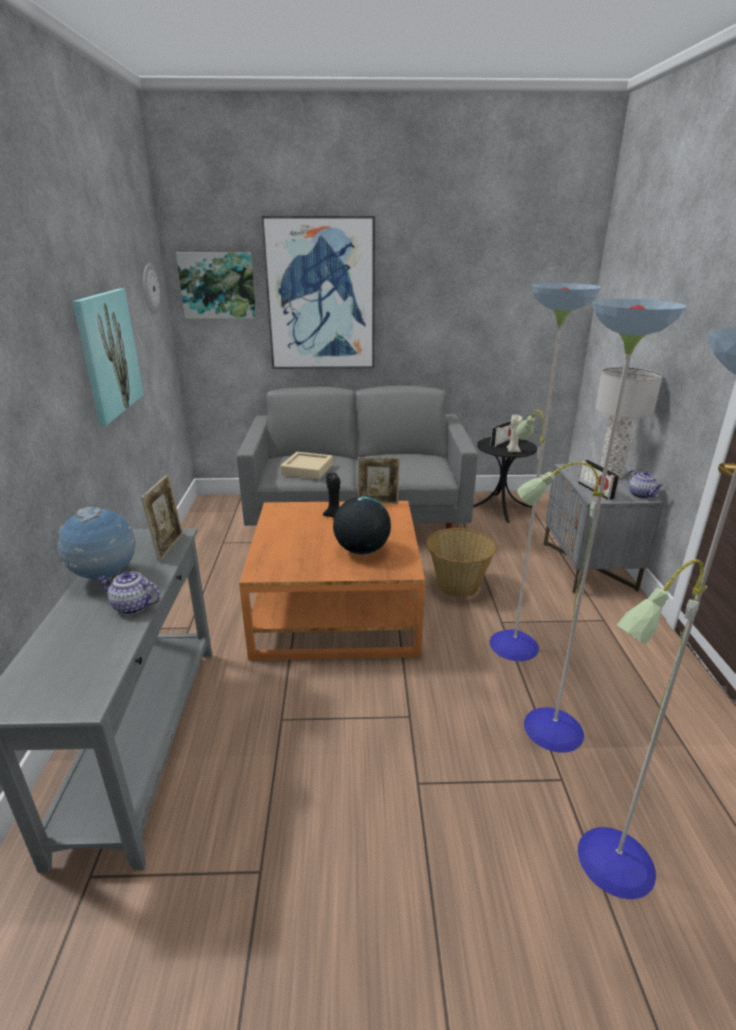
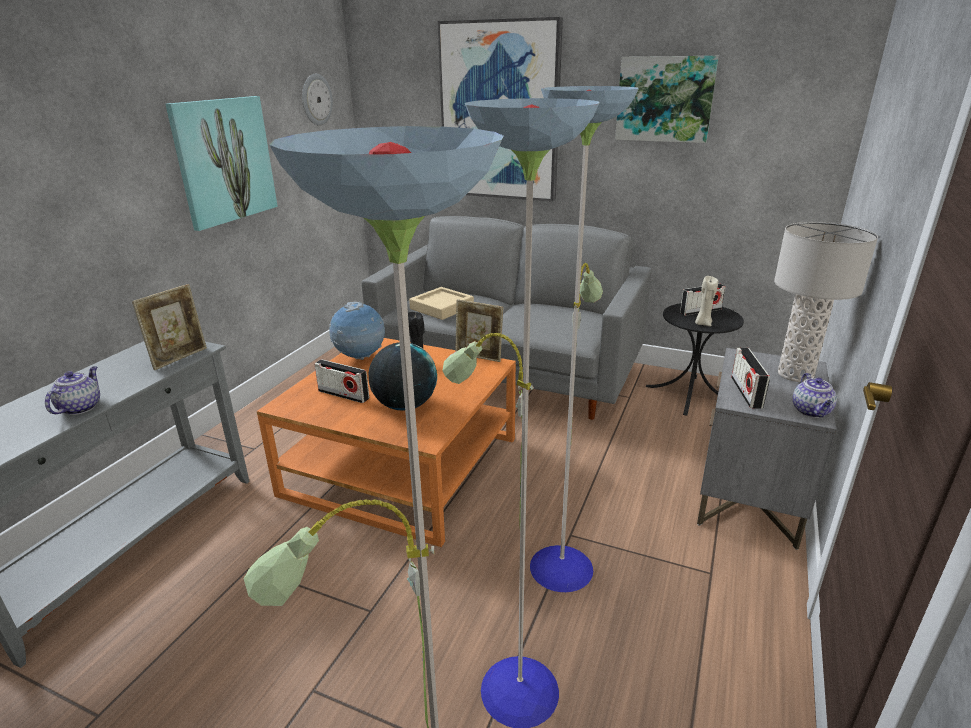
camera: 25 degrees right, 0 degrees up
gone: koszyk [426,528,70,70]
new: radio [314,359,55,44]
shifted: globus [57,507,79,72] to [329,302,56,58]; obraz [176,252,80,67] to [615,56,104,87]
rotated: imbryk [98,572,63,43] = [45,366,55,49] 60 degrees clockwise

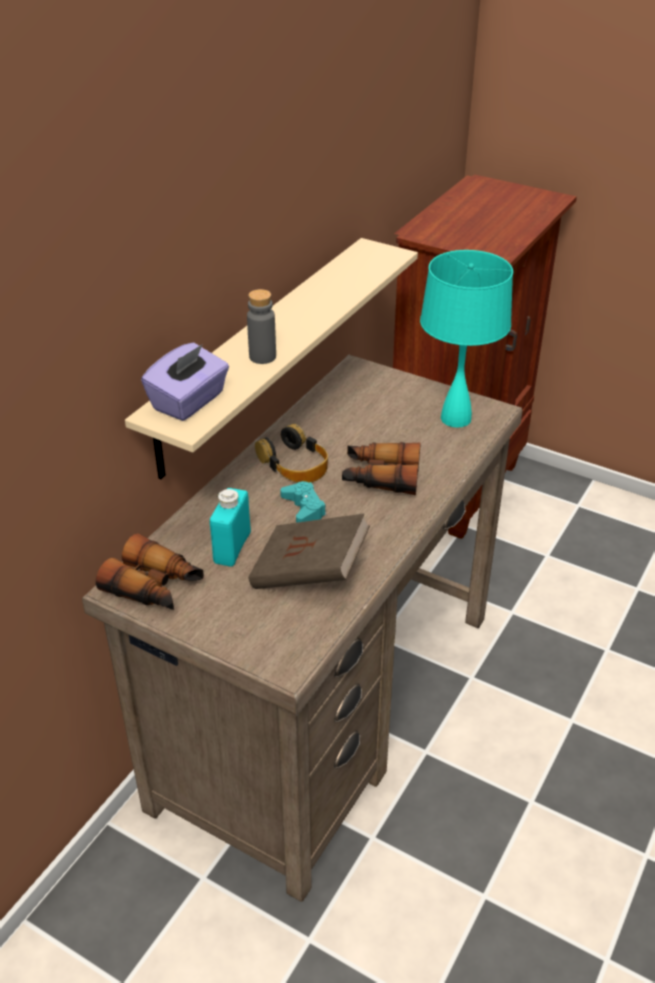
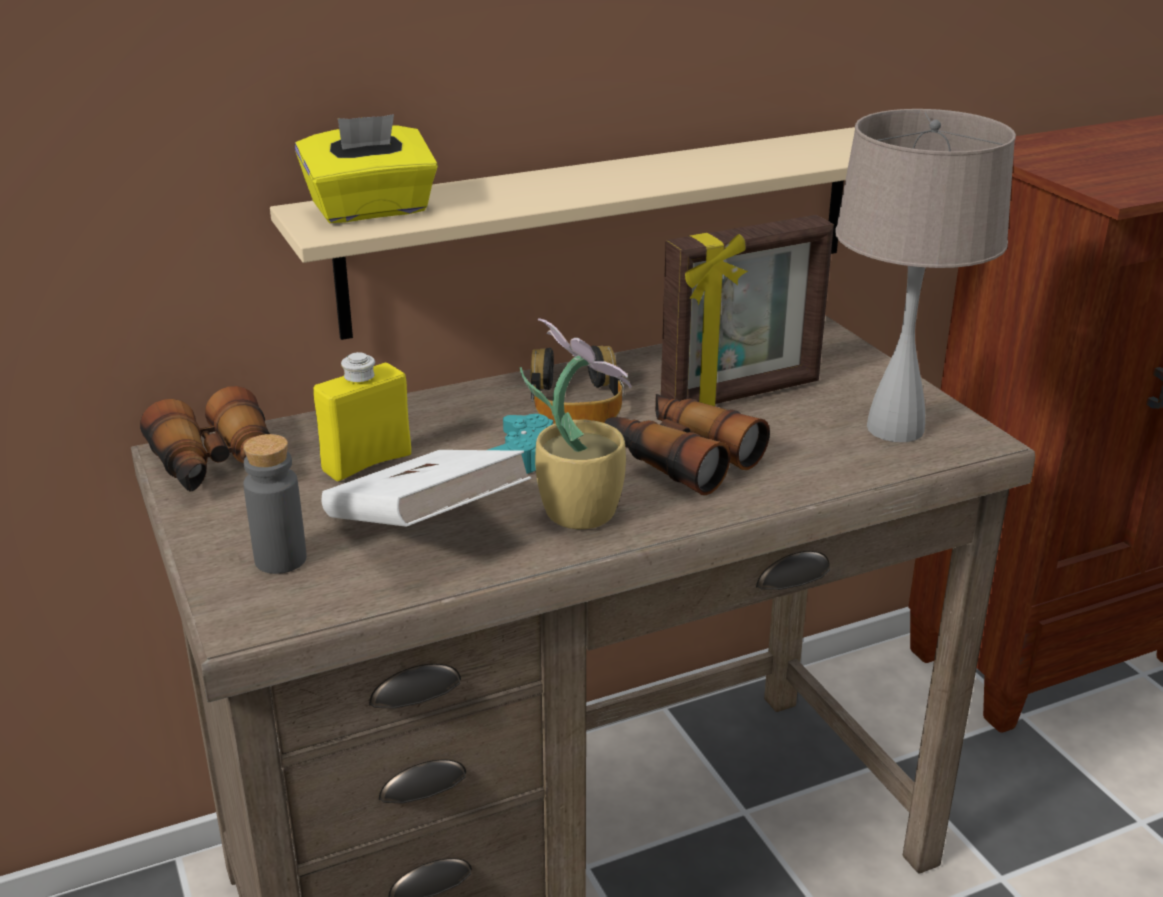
camera: 35 degrees right, 10 degrees down
new: roślina doniczkowa [520,318,112,211]; ramka na zdjęcie [661,215,173,191]
shifted: butelka/szary [247,289,29,75] to [243,434,64,140]
repainted: pudełko chusteczek/fioletowy [141,342,88,79] to pudełko chusteczek/żółty [295,114,143,109]; butelka/turkusowy [210,488,41,79] to butelka/żółty [313,352,98,129]; książka/brązowy [248,514,122,75] to książka/biały [322,450,209,77]; lampa stołowa/turkusowy [420,250,93,178] to lampa stołowa/beżowy [835,109,181,333]

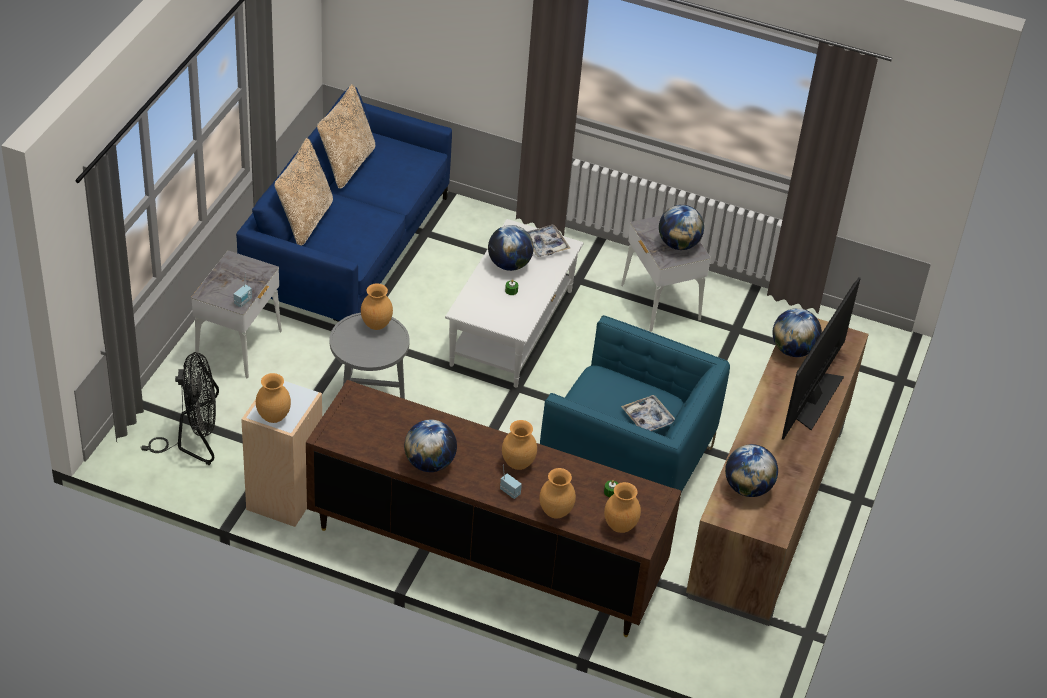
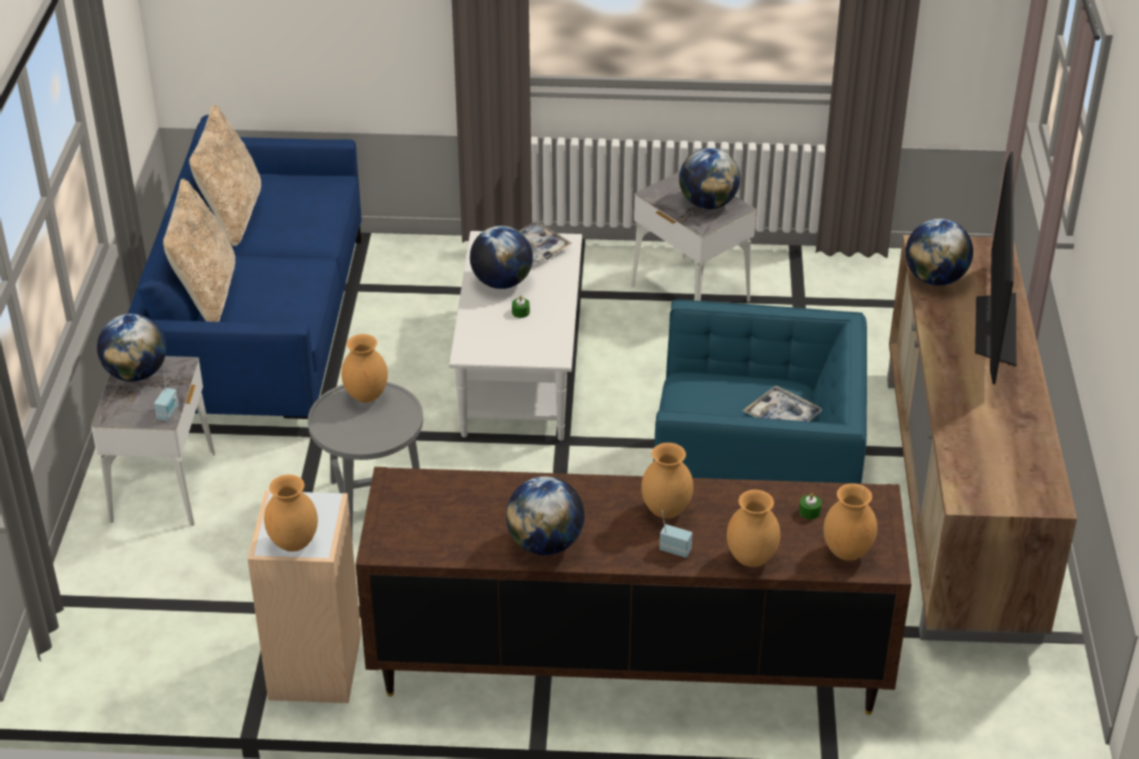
camera: 15 degrees left, 5 degrees down
gone: wentylator/czarny [140,352,79,113]
shifted: globus [725,444,53,53] to [97,313,70,69]

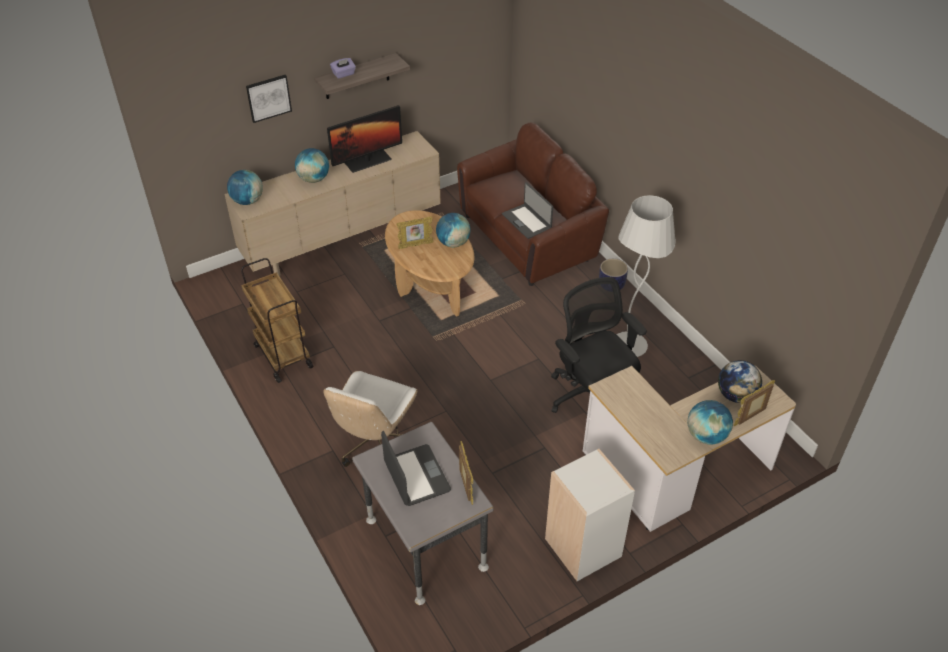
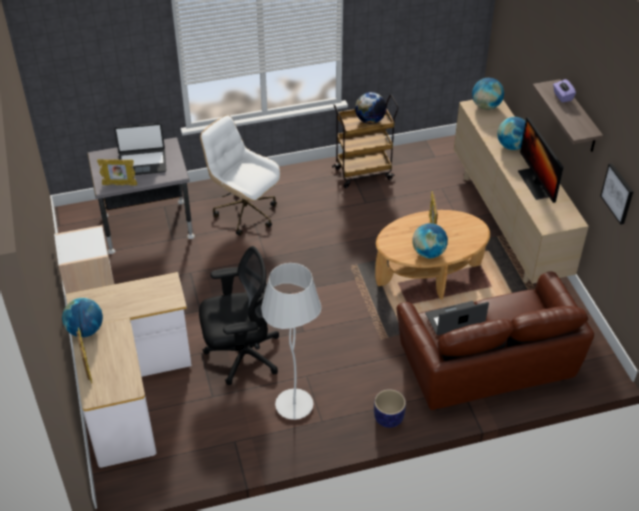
camera: 105 degrees right, 0 degrees up
shifted: globus [718,360,44,43] to [355,92,32,32]; obraz [246,75,46,48] to [600,163,33,62]

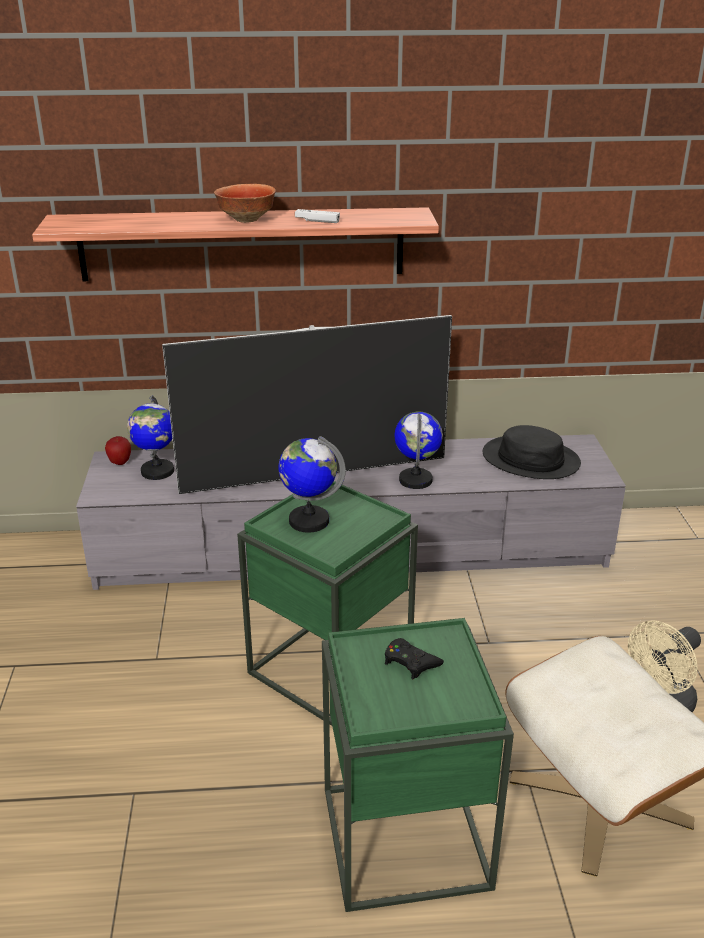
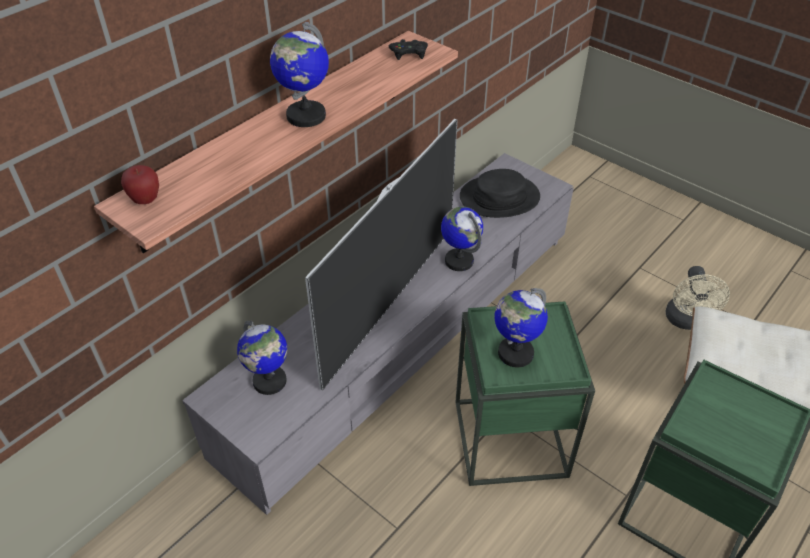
camera: 45 degrees left, 15 degrees up
gone: pad do gier/biały [295,209,45,14]
shifted: jabłko [105,436,26,29] to [121,165,38,39]; pad do gier/czarny [385,638,59,41] to [389,39,39,21]
swapped: miska [214,184,62,39] to globus [270,22,59,105]

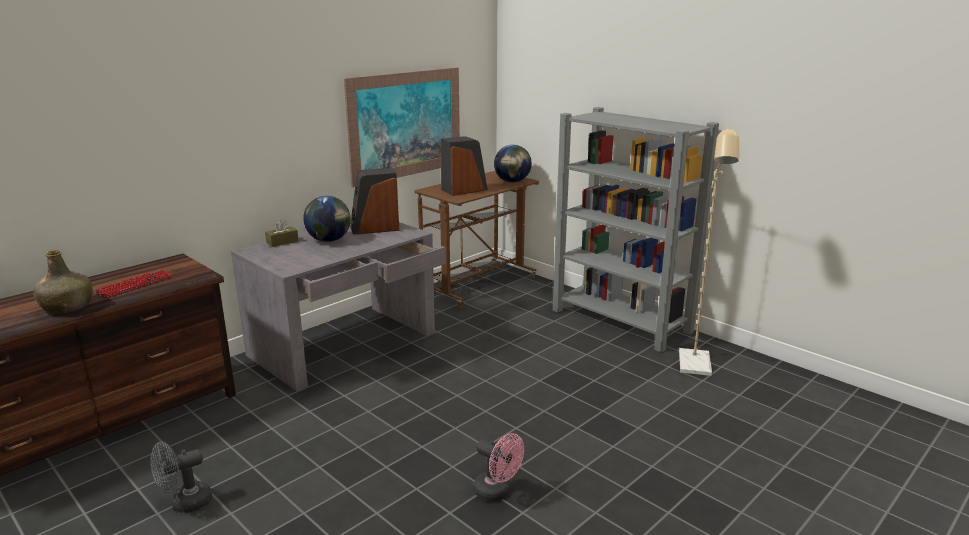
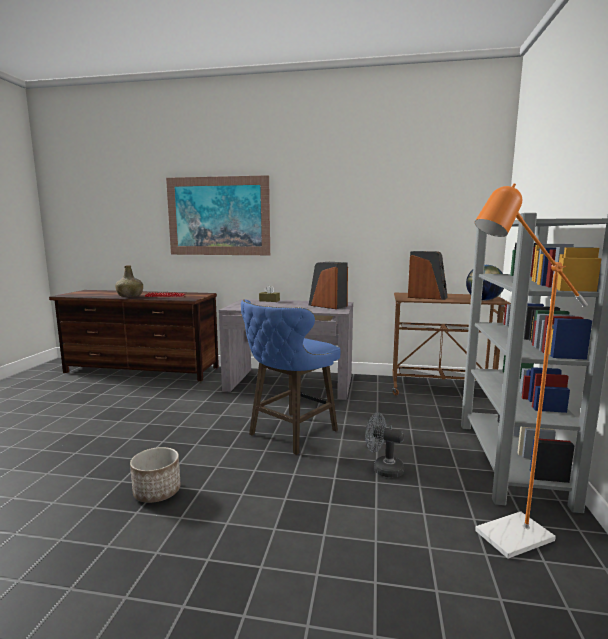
camera: 55 degrees right, 10 degrees down
gone: globus [303,196,48,46]
new: stołek/niebieski [241,299,100,156]
shifted: obraz [344,67,116,120] to [166,175,104,80]; wentylator/szary [151,442,61,71] to [365,412,39,66]
swapped: wentylator/różowy [473,433,51,69] to donica [130,447,51,56]
repainted: lampa stojąca/beżowy [679,126,60,250] to lampa stojąca/pomarańczowy [475,183,113,376]

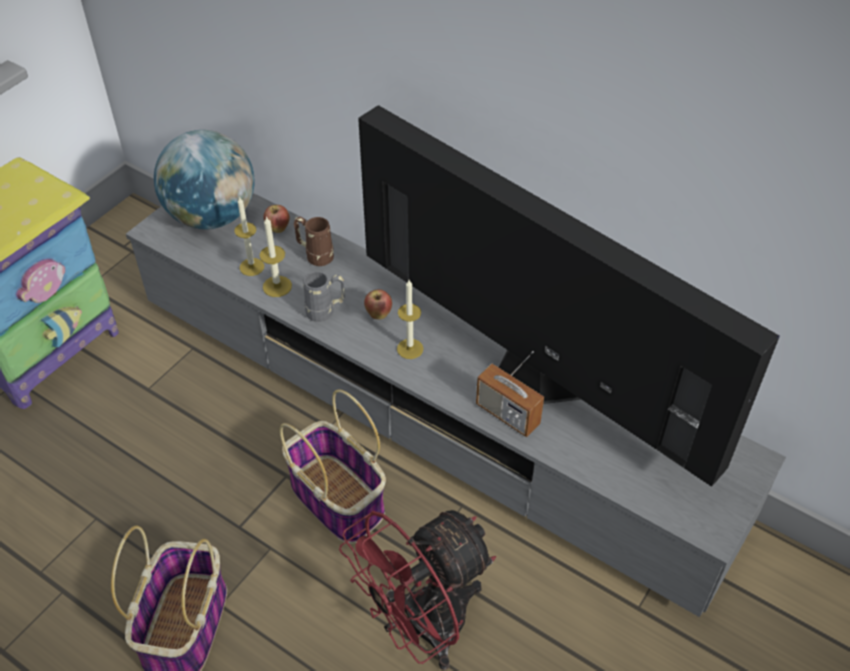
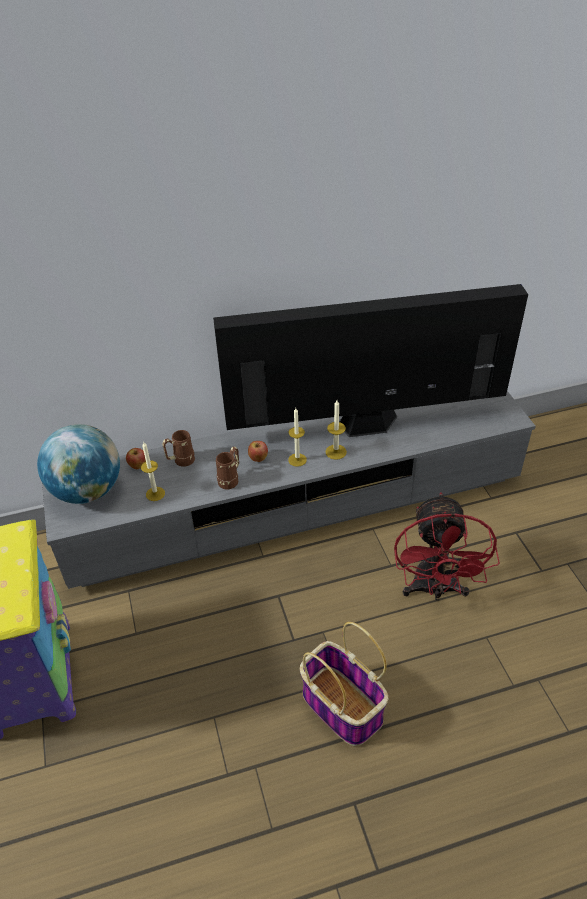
camera: 50 degrees left, 5 degrees down
gone: koszyk [280,389,106,155]; radio [476,351,68,86]
shifted: świeca [260,216,32,81] to [325,400,22,60]
repainted: kubek/szary [303,271,42,51] to kubek/brązowy [216,447,23,42]

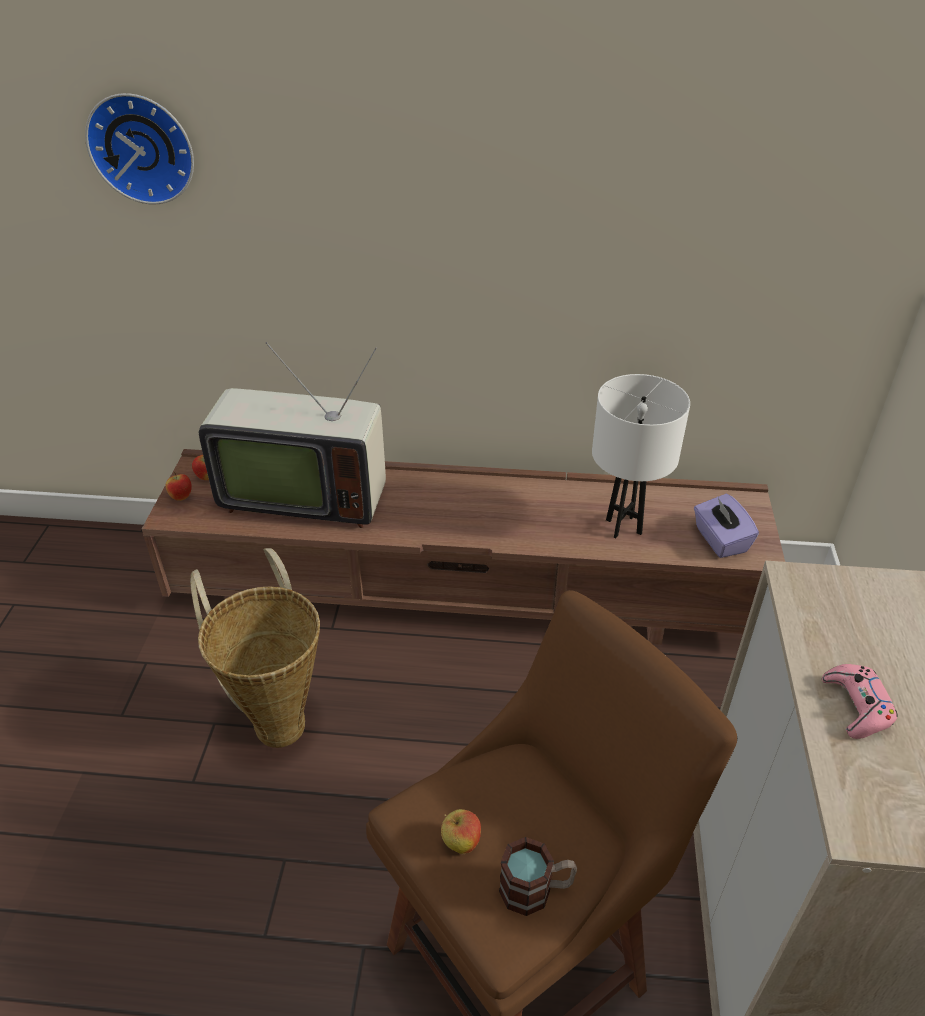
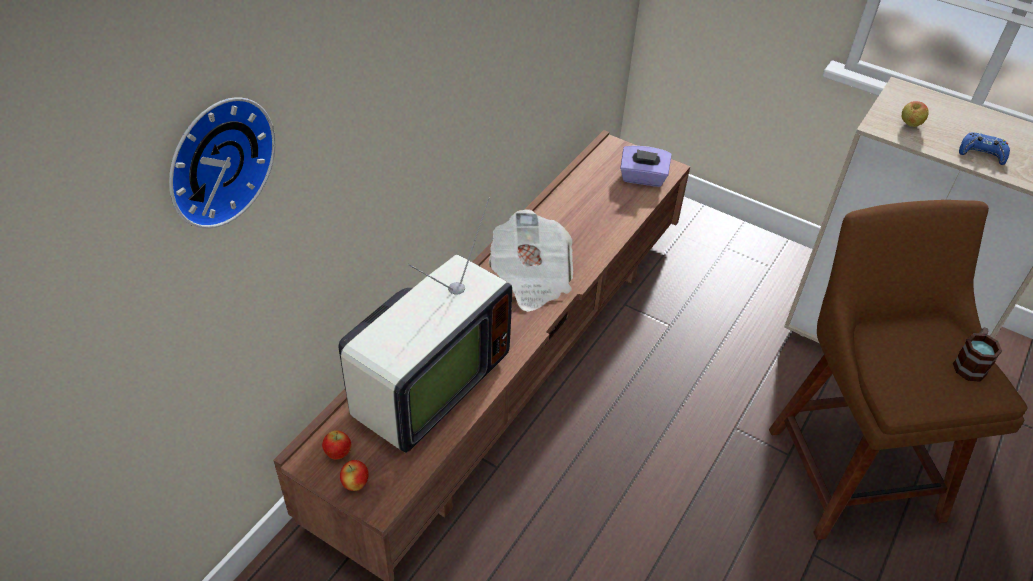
camera: 65 degrees left, 5 degrees up
gone: koszyk [190,548,130,200]; lampa stołowa/biały [592,374,98,164]
new: gazeta [488,209,85,103]
shifted: jabłko [441,809,40,45] to [902,101,27,26]
repainted: pad do gier/różowy [822,664,76,75] to pad do gier/niebieski [959,132,51,33]

